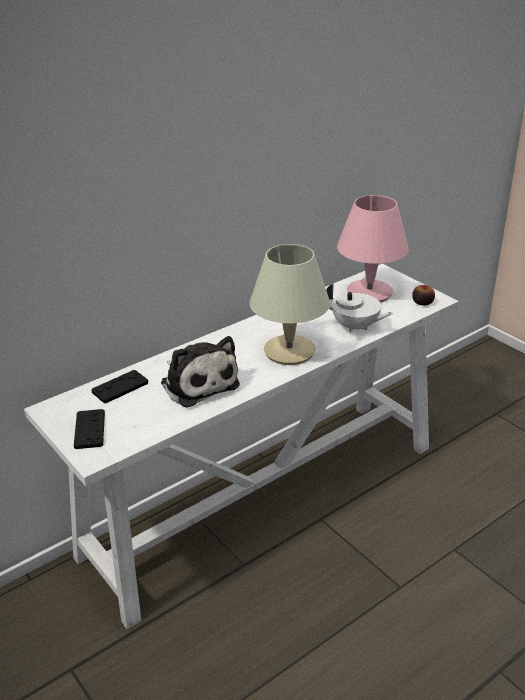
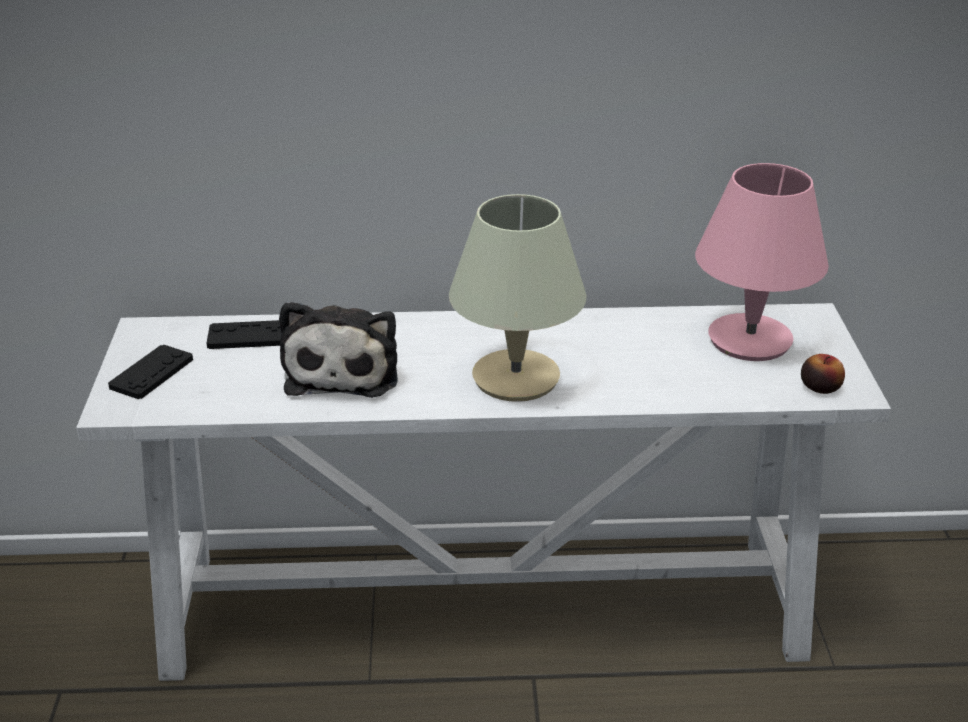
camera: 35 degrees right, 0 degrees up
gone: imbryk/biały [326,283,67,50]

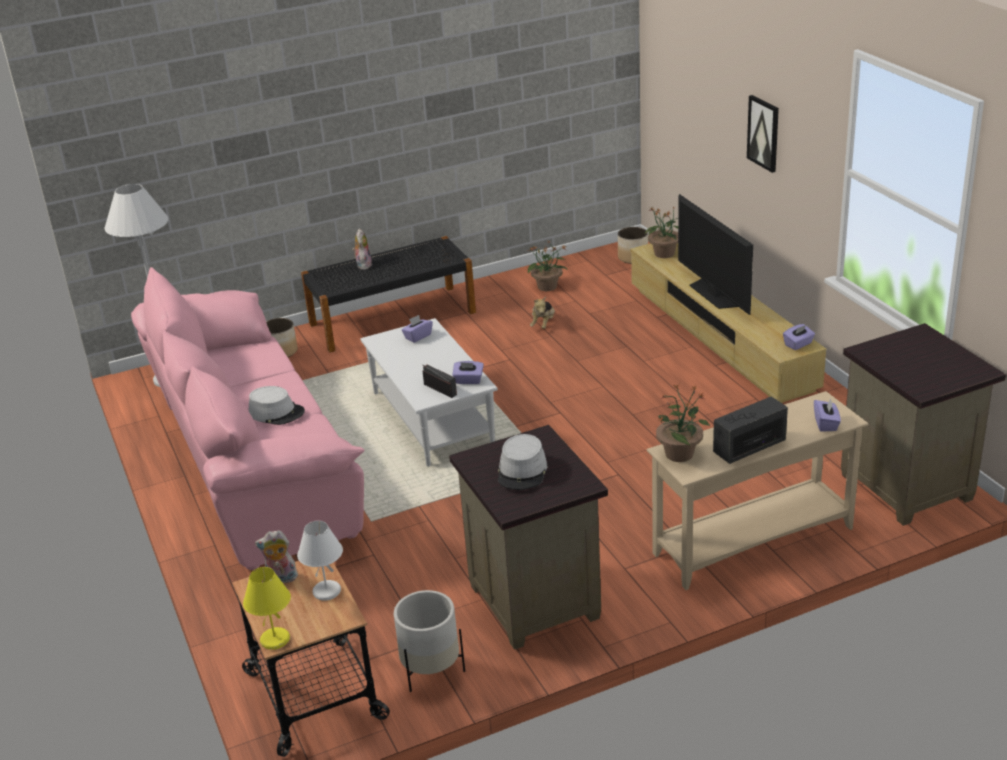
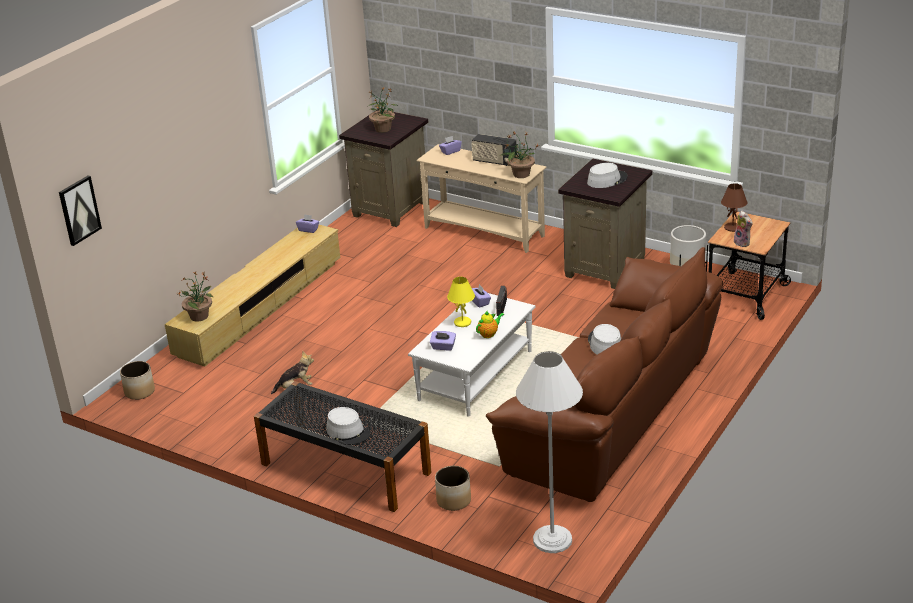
camera: 125 degrees left, 0 degrees up
gone: telewizor [678,194,75,121]
new: imbryk [476,311,28,27]
shifted: obraz [747,95,32,78] to [59,175,43,71]; roślina doniczkowa [527,241,41,50] to [367,87,30,46]; lampa stołowa/żółty [243,567,48,83] to [447,277,28,50]
swapped: pluszak [352,229,20,41] to kapelusz/szary [326,407,44,38]
repainted: kanapa/różowy [131,267,234,303] to kanapa/brązowy [486,247,237,255]; lampa stołowa/biały [297,521,46,80] to lampa stołowa/brązowy [721,183,26,49]

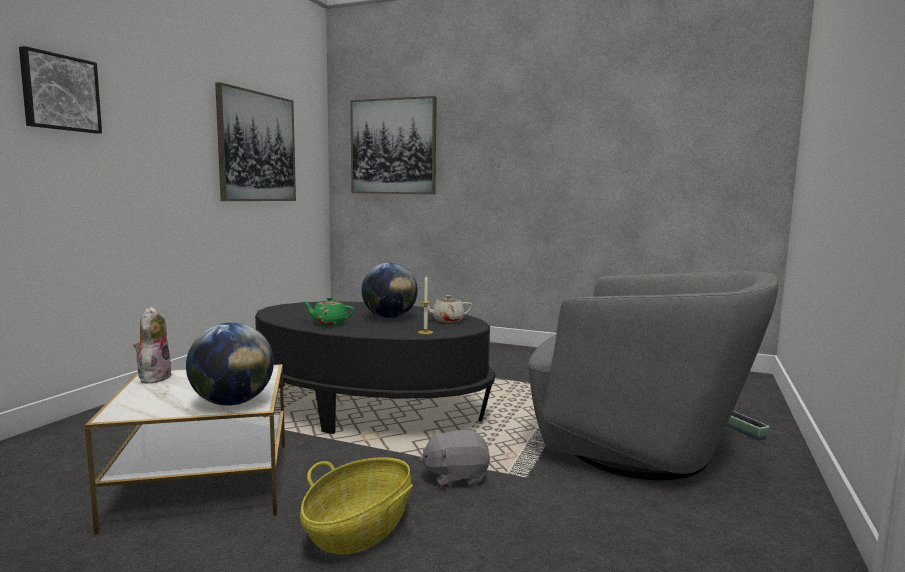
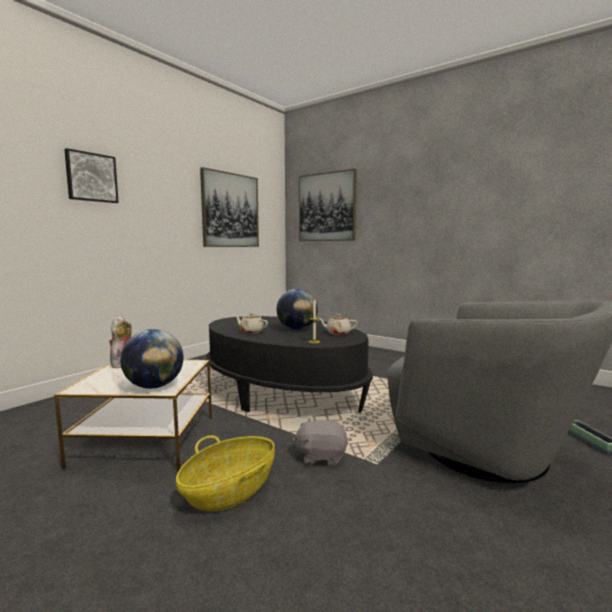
camera: 15 degrees right, 0 degrees up
repainted: imbryk/zielony [302,297,52,29] to imbryk/beżowy [235,313,33,21]

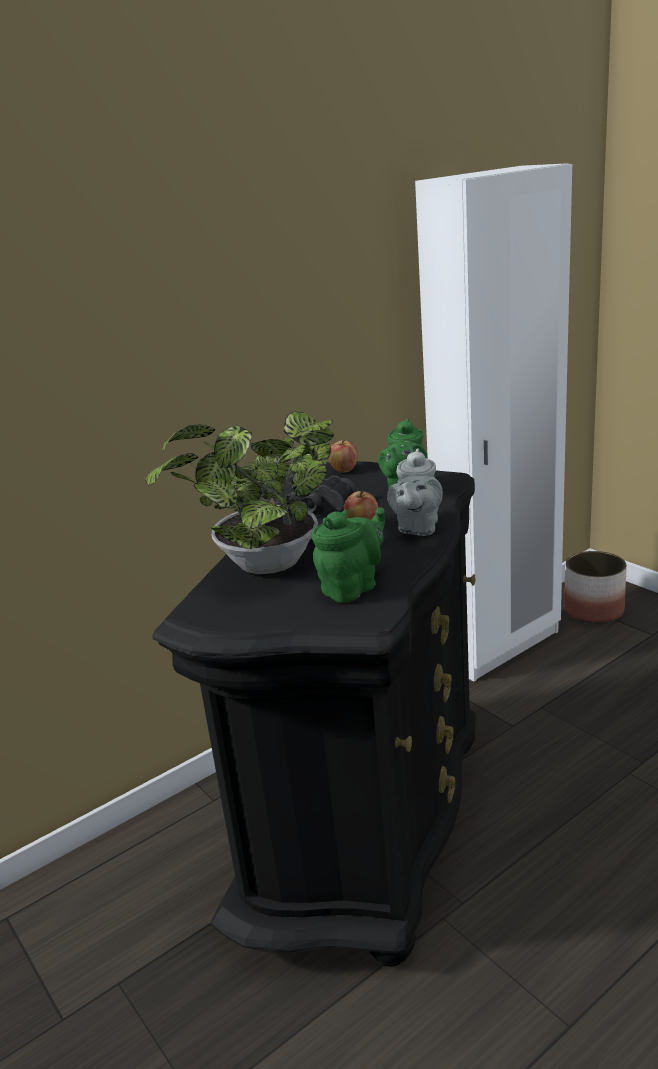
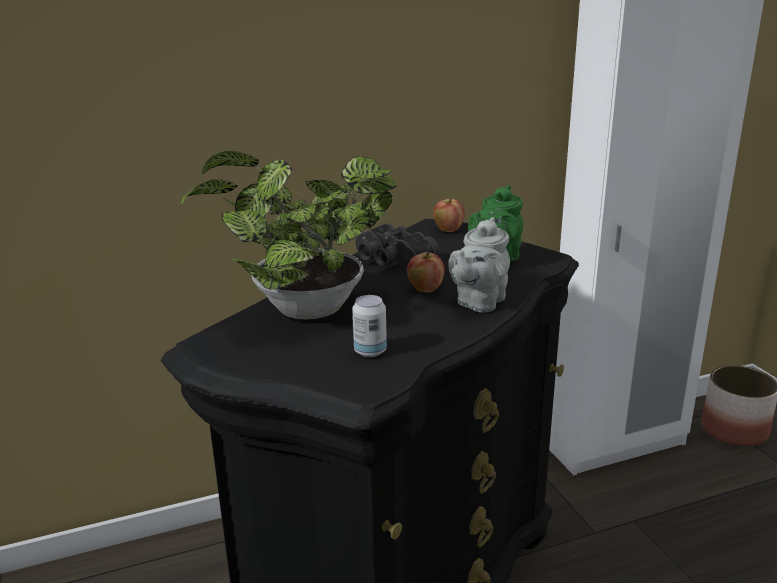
camera: 15 degrees right, 0 degrees up
swapped: imbryk/zielony [311,507,74,96] to puszka [352,295,35,62]

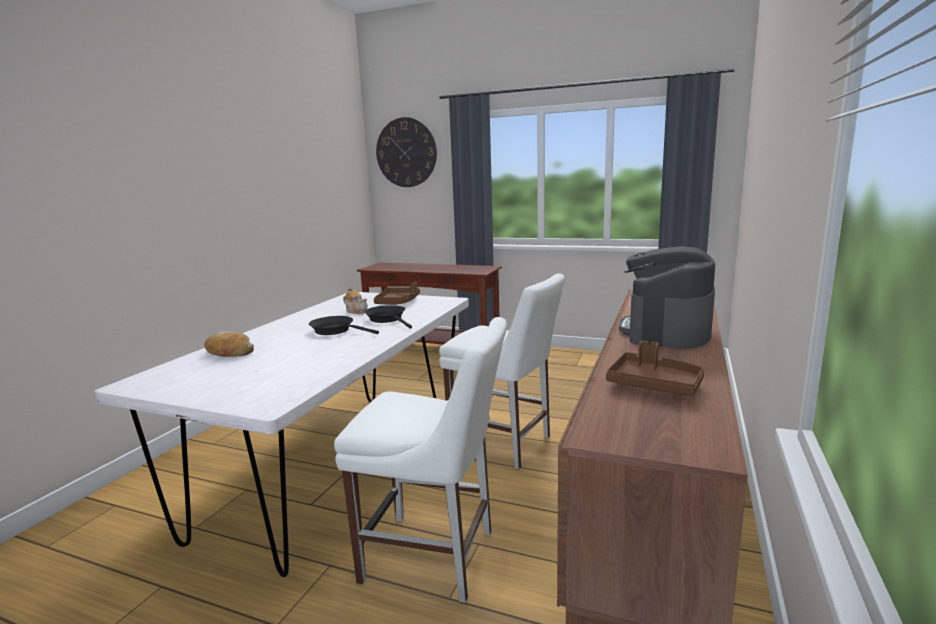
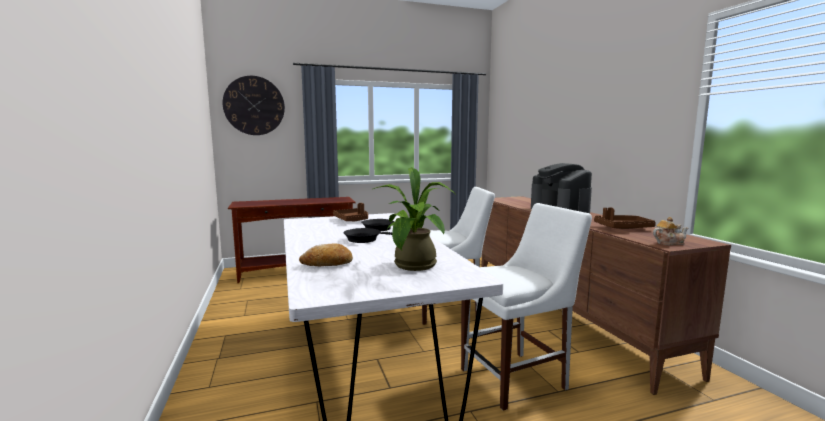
camera: 40 degrees left, 5 degrees down
new: roślina doniczkowa [373,167,82,104]
shifted: imbryk [343,287,25,27] to [653,217,35,28]

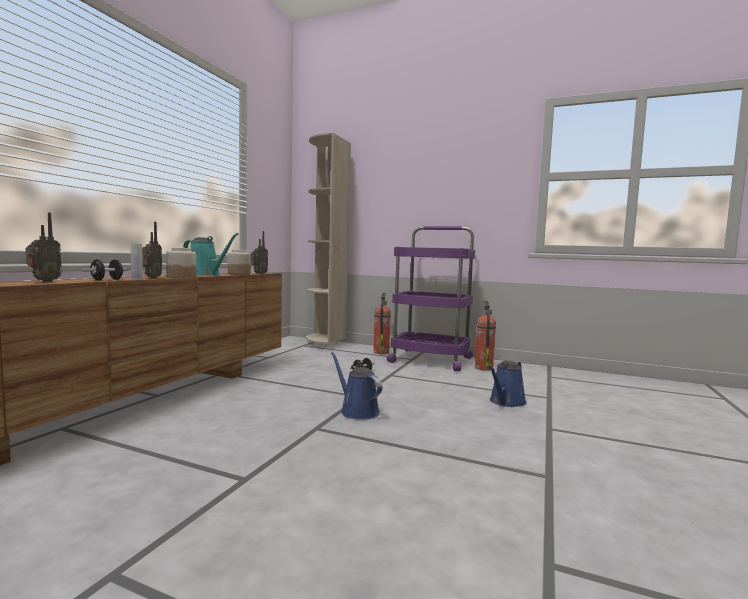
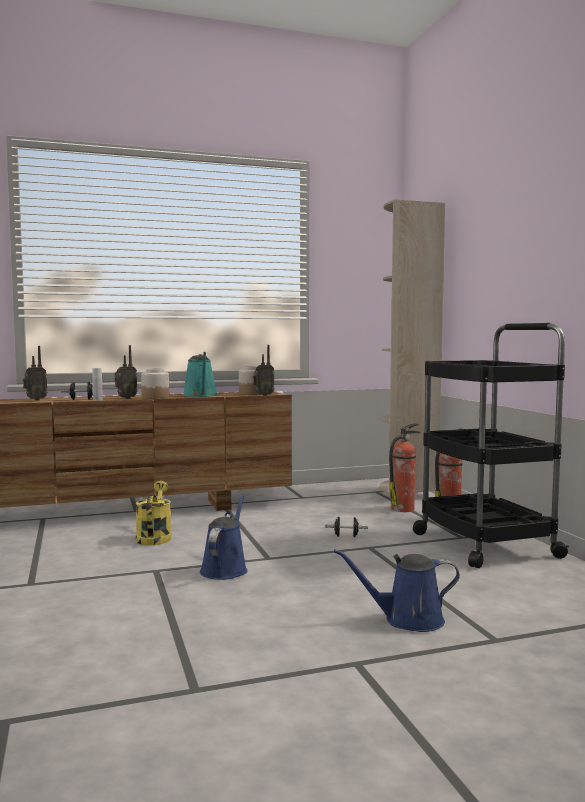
camera: 50 degrees right, 0 degrees up
new: konewka/żółty [136,481,36,65]
shifted: gaśnica [475,301,21,70] to [389,423,32,89]
repainted: wózek/fioletowy [387,226,88,145] to wózek/czarny [413,323,156,245]

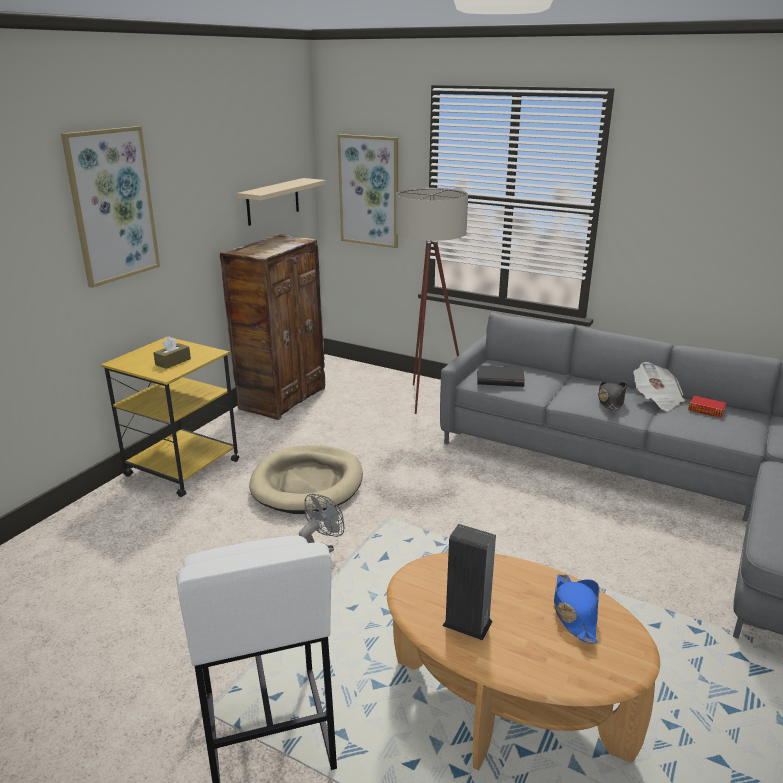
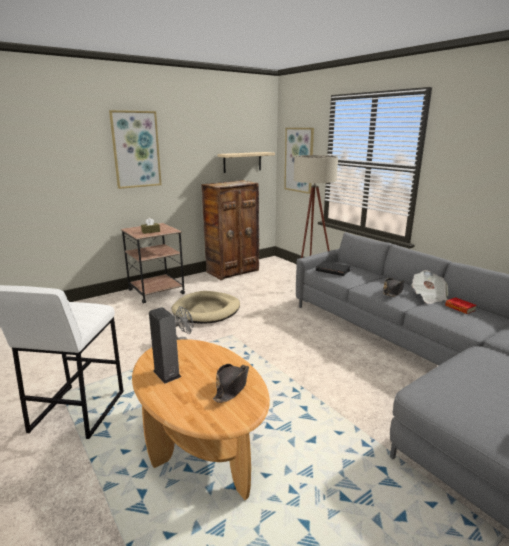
camera: 25 degrees right, 5 degrees down
repainted: wózek/żółty [101,337,138,160] to wózek/brązowy [121,223,64,81]; kapelusz/niebieski [554,574,45,70] to kapelusz/czarny [213,364,36,39]

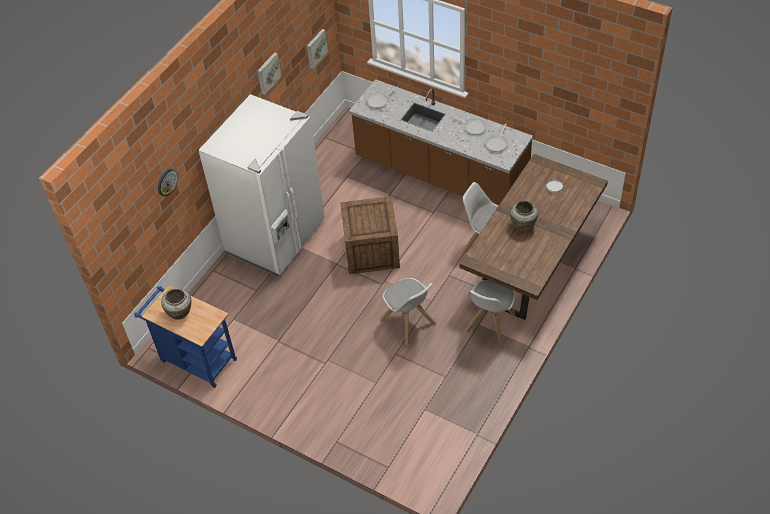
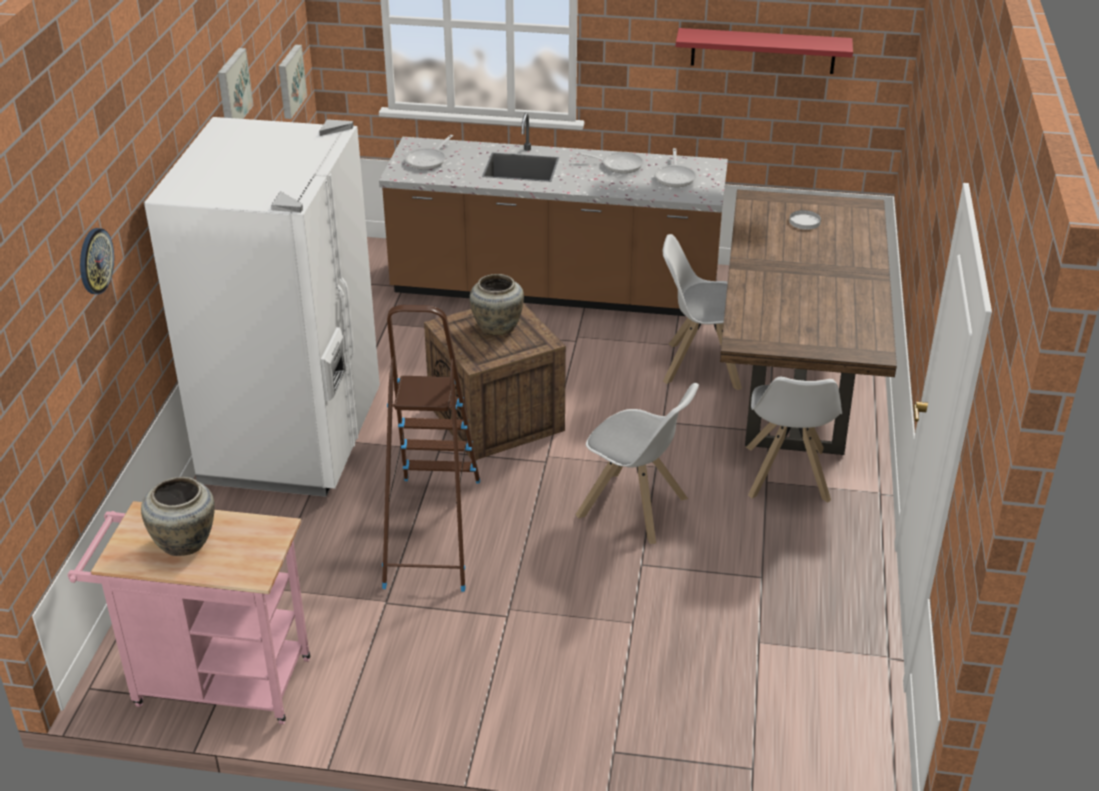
camera: 25 degrees left, 15 degrees down
new: drabinka/brązowy [382,305,98,287]; półka/czerwony [676,28,177,46]
shifted: wazon/beżowy [510,201,28,30] to [469,274,55,61]
repainted: wózek/niebieski [134,285,103,103] to wózek/różowy [68,501,242,224]

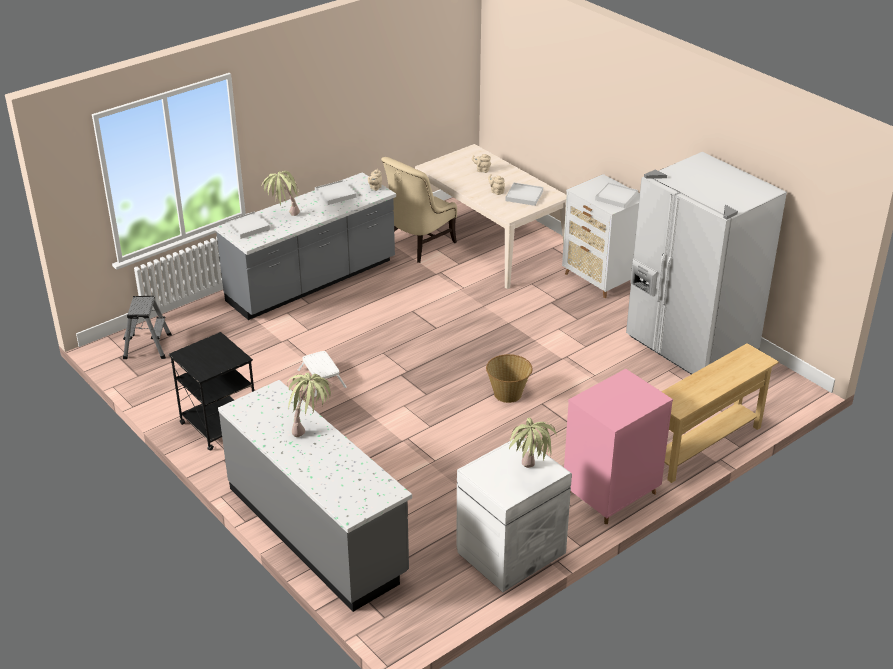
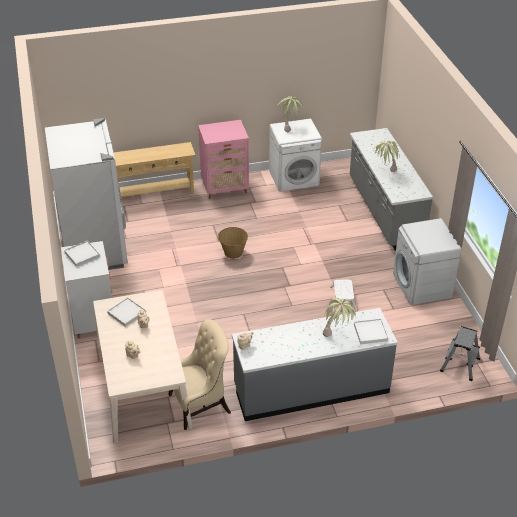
camera: 155 degrees left, 5 degrees up
gone: taca/biały [315,180,42,25]
swapped: wózek/czarny [168,332,86,118] to pralka/biały [393,218,68,87]

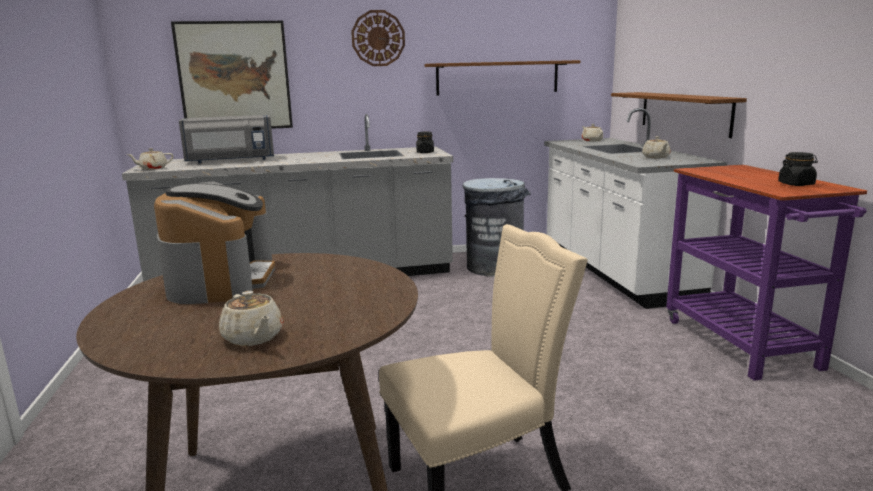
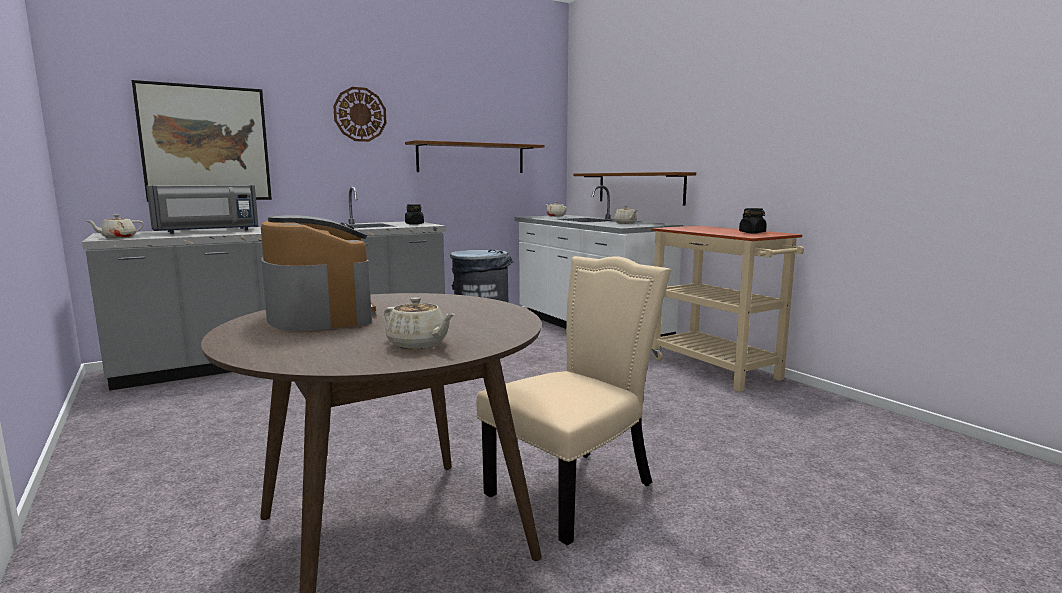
camera: 20 degrees left, 5 degrees down
repainted: wózek/fioletowy [666,165,201,216] to wózek/beżowy [651,225,153,167]

